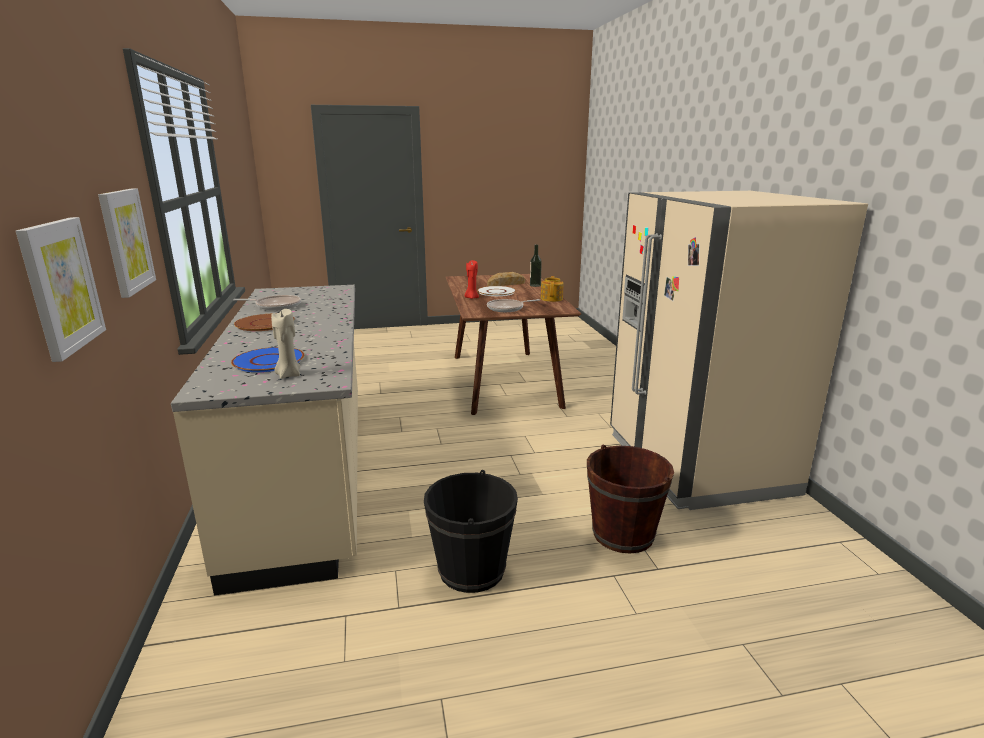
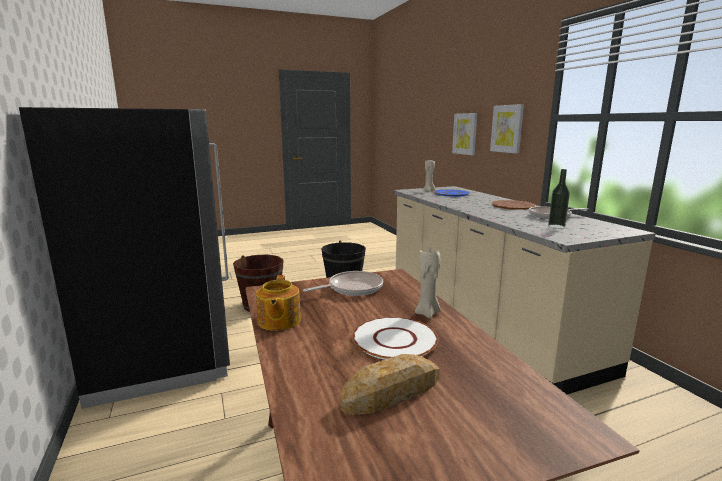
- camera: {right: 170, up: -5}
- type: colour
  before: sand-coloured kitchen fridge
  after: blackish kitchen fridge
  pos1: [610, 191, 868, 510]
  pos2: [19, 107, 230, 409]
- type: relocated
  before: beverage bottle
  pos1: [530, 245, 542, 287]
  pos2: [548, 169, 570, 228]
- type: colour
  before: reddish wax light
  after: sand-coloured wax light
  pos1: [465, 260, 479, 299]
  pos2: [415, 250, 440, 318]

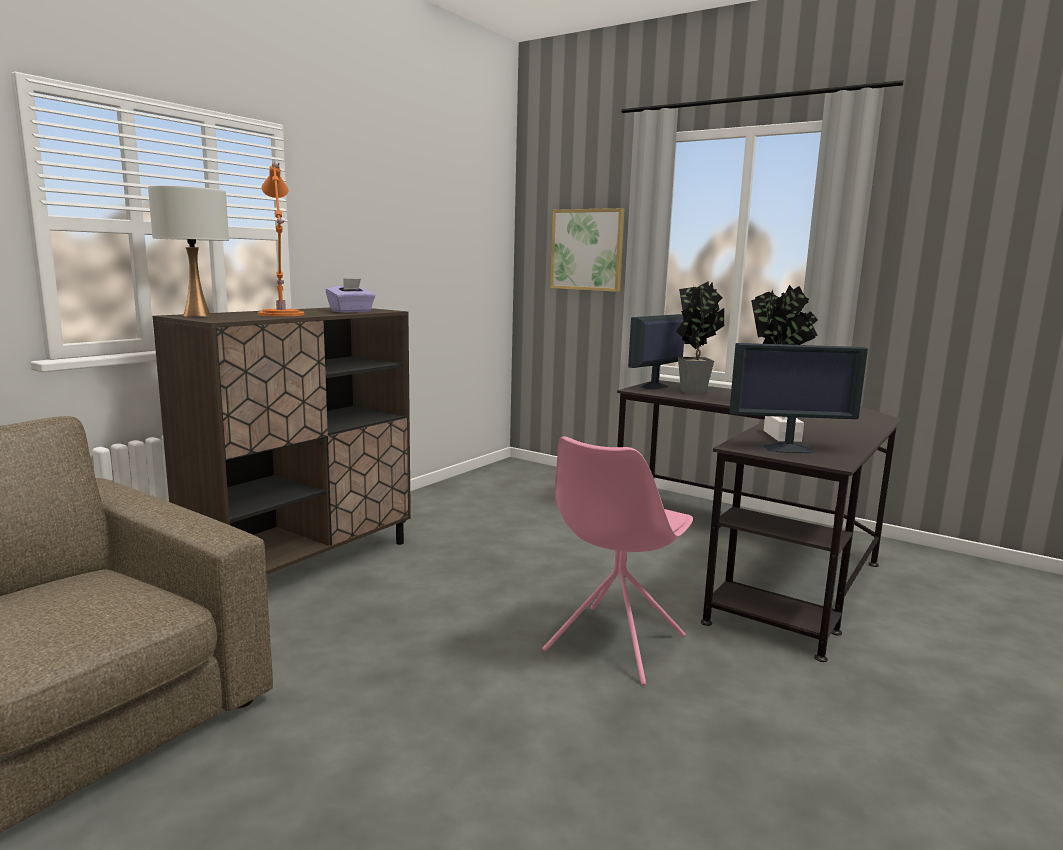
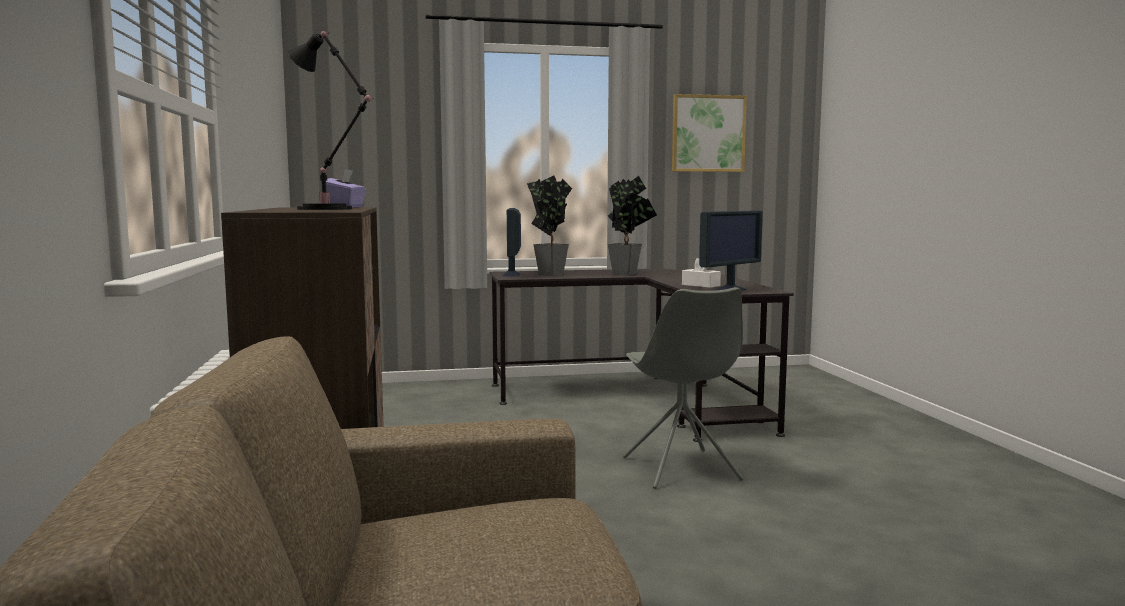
- camera: {right: -45, up: -5}
- type: colour
  before: orange lamp for a table
  after: blackish lamp for a table
  pos1: [258, 163, 304, 316]
  pos2: [288, 31, 375, 210]
- type: missing
  before: whitish lamp for a table
  pos1: [148, 185, 229, 317]
- type: relocated
  before: wall picture
  pos1: [550, 208, 624, 292]
  pos2: [672, 94, 747, 172]
- type: colour
  before: pink plain chair
  after: grey plain chair
  pos1: [542, 437, 693, 685]
  pos2: [623, 287, 744, 489]

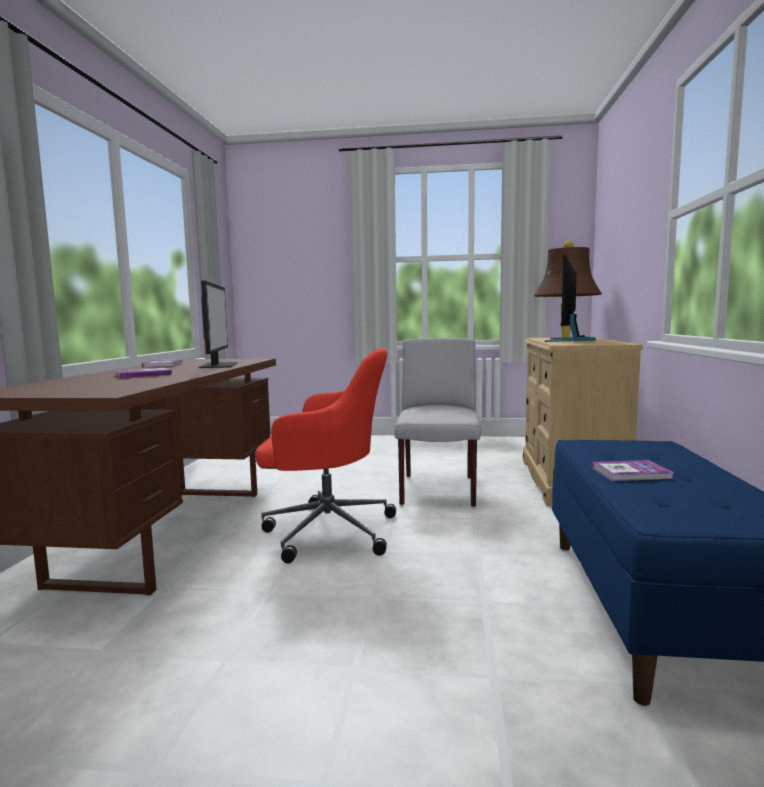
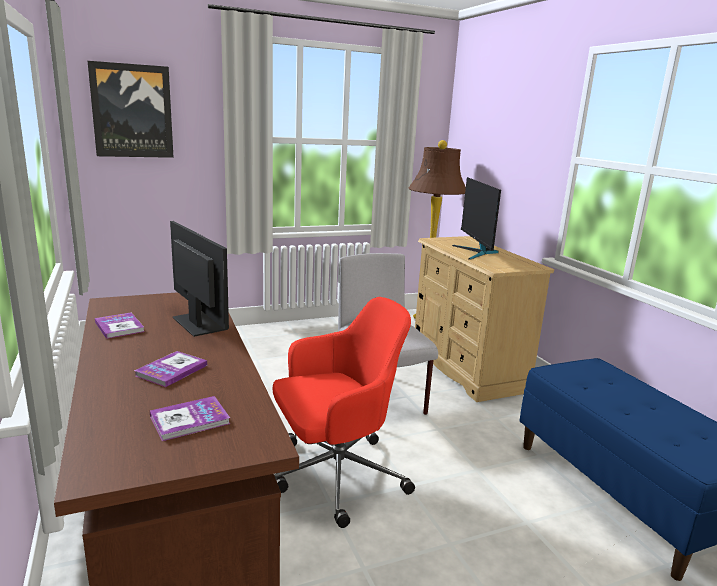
- camera: {right: -30, up: 10}
- type: relocated
  before: bound book
  pos1: [591, 460, 674, 481]
  pos2: [150, 396, 230, 441]
- type: appeared
  after: wall picture
  pos2: [88, 61, 174, 158]

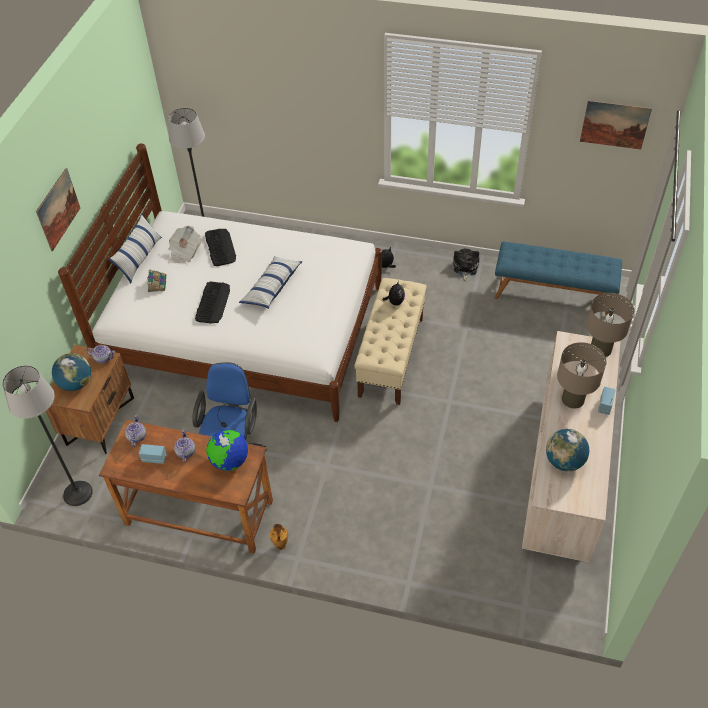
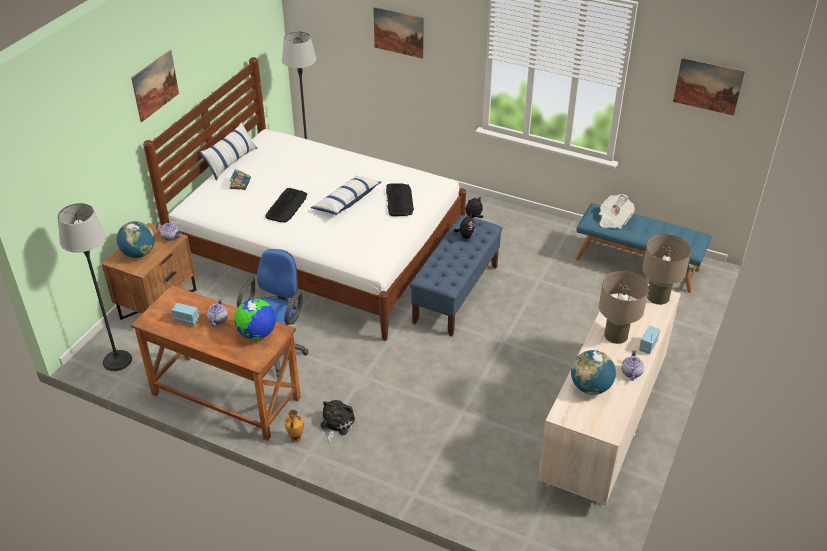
- camera: {right: 10, up: -10}
- type: relocated
  before: newspaper
  pos1: [168, 226, 201, 263]
  pos2: [599, 194, 635, 229]
- type: relocated
  before: keyboard
  pos1: [205, 229, 236, 266]
  pos2: [386, 184, 414, 216]
- type: relocated
  before: plush toy
  pos1: [453, 249, 479, 281]
  pos2: [320, 400, 355, 442]
- type: colour
  before: sand-coloured bench
  after: bluish bench
  pos1: [354, 278, 426, 405]
  pos2: [410, 215, 503, 336]
- type: relocated
  before: pot for tea
  pos1: [125, 415, 146, 447]
  pos2: [622, 349, 644, 381]
- type: appeared
  after: wall picture
  pos2: [373, 7, 424, 59]

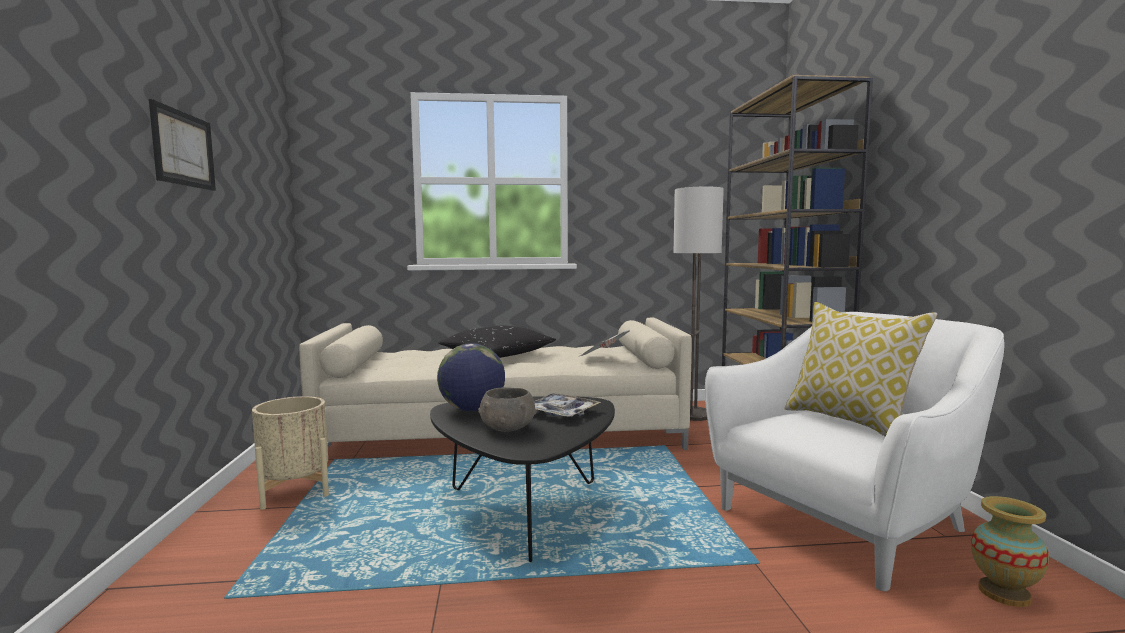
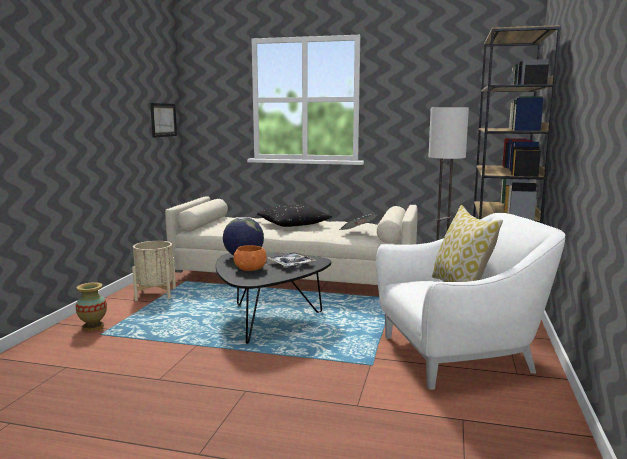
- camera: {right: 20, up: 5}
- type: relocated
  before: wall picture
  pos1: [149, 99, 216, 191]
  pos2: [150, 103, 177, 138]
- type: colour
  before: grey bowl
  after: orange bowl
  pos1: [478, 387, 536, 432]
  pos2: [233, 245, 267, 271]
- type: relocated
  before: flower vase
  pos1: [971, 496, 1049, 607]
  pos2: [76, 282, 107, 331]

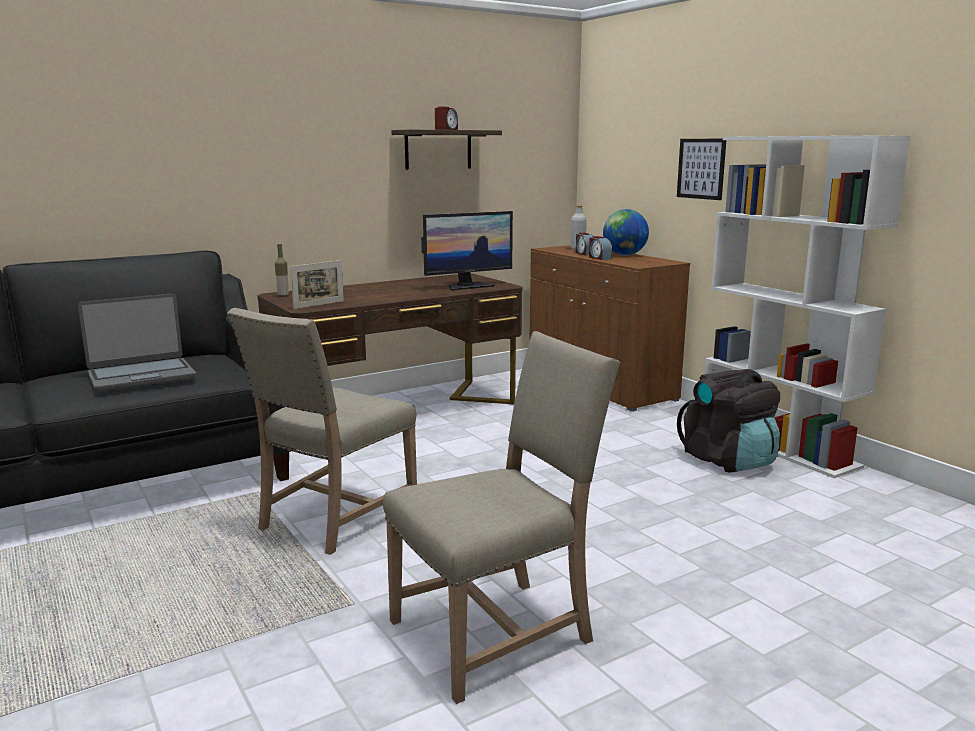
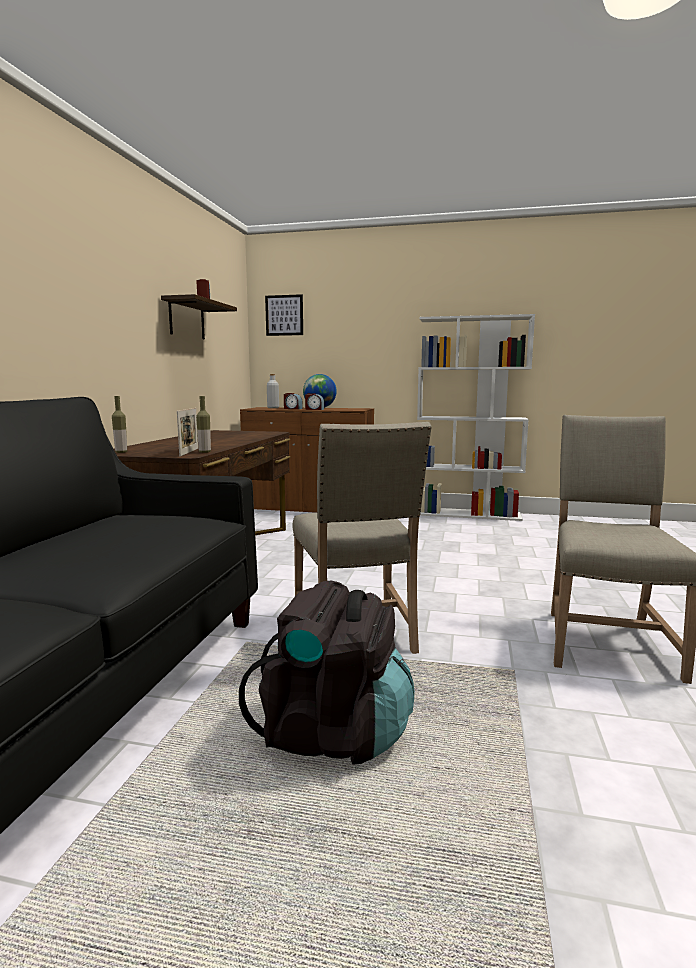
- camera: {right: -45, up: -5}
- type: relocated
  before: wall picture
  pos1: [677, 139, 726, 200]
  pos2: [265, 294, 303, 336]
- type: missing
  before: computer display
  pos1: [421, 211, 513, 290]
- type: missing
  before: portable computer
  pos1: [78, 293, 196, 392]
- type: relocated
  before: blackish backpack
  pos1: [677, 369, 780, 473]
  pos2: [239, 580, 415, 765]
- type: appeared
  after: beverage bottle
  pos2: [196, 396, 211, 453]

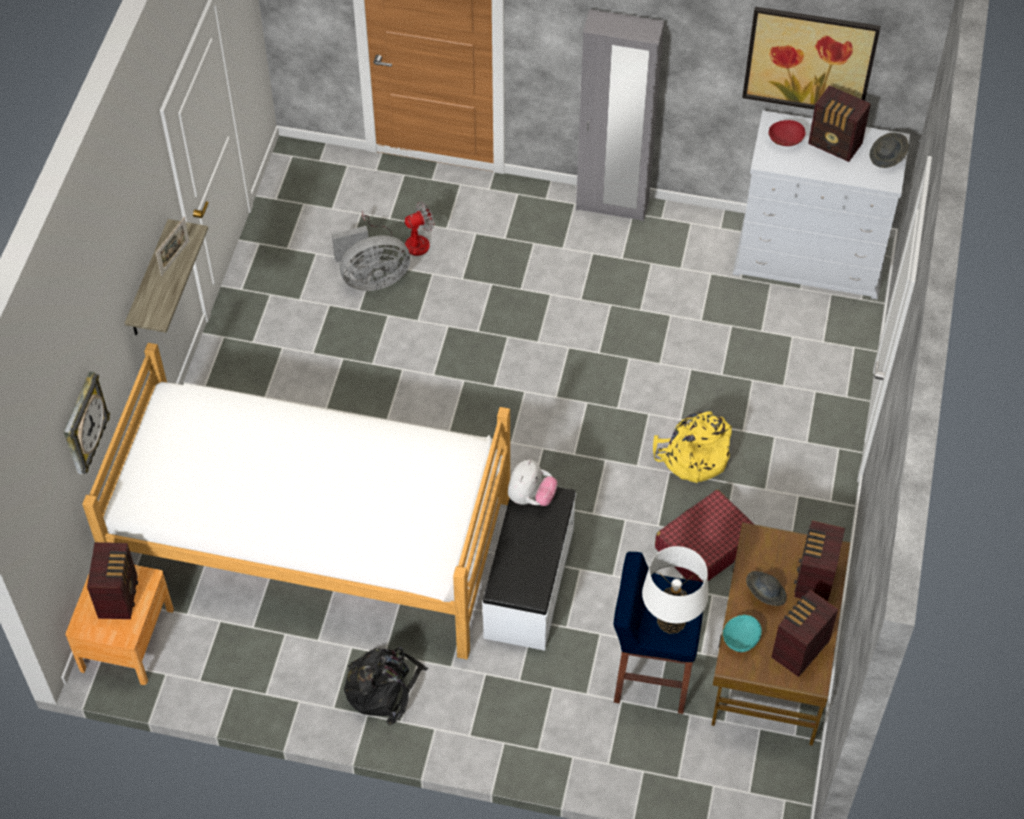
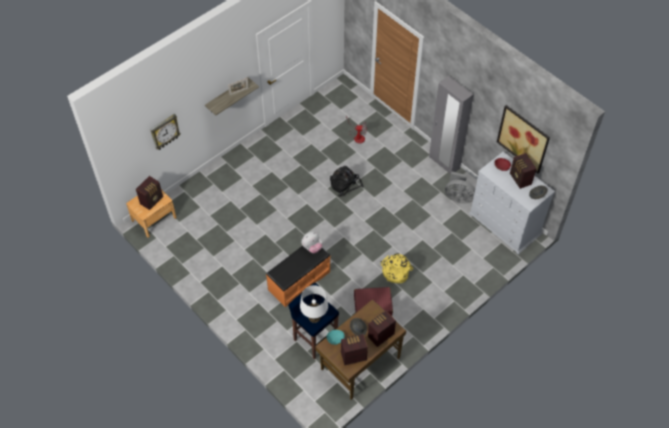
- camera: {right: 35, up: 0}
- type: relocated
  before: grey electric fan
  pos1: [332, 226, 410, 291]
  pos2: [445, 172, 475, 204]
- type: missing
  before: sleeping bed
  pos1: [82, 343, 510, 659]
- type: colour
  before: whitish bench
  after: orange bench
  pos1: [482, 487, 576, 651]
  pos2: [266, 246, 330, 307]
- type: relocated
  before: blackish backpack
  pos1: [344, 647, 428, 725]
  pos2: [330, 166, 364, 197]

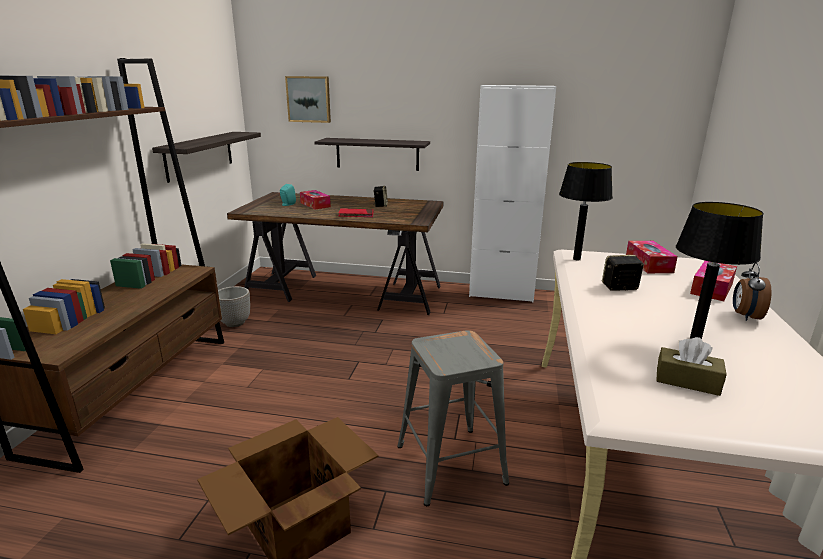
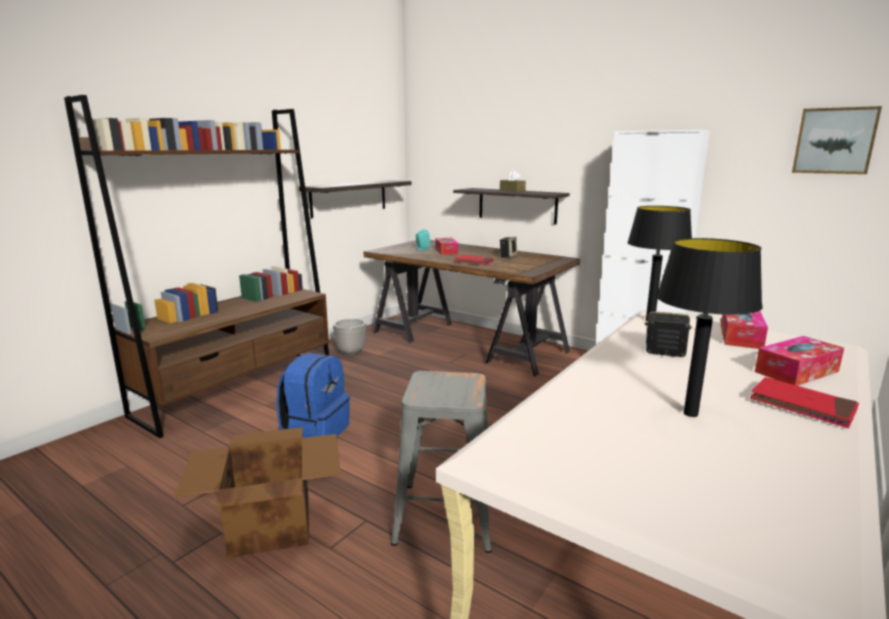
- camera: {right: 25, up: -5}
- type: relocated
  before: wall picture
  pos1: [285, 76, 331, 123]
  pos2: [792, 106, 882, 174]
- type: exchanged
  before: bedside clock
  after: reddish bound book
  pos1: [733, 263, 772, 321]
  pos2: [750, 377, 859, 428]
- type: relocated
  before: brown tissue holder
  pos1: [656, 337, 727, 396]
  pos2: [500, 170, 526, 192]
- type: appeared
  after: bluish backpack
  pos2: [276, 353, 350, 438]

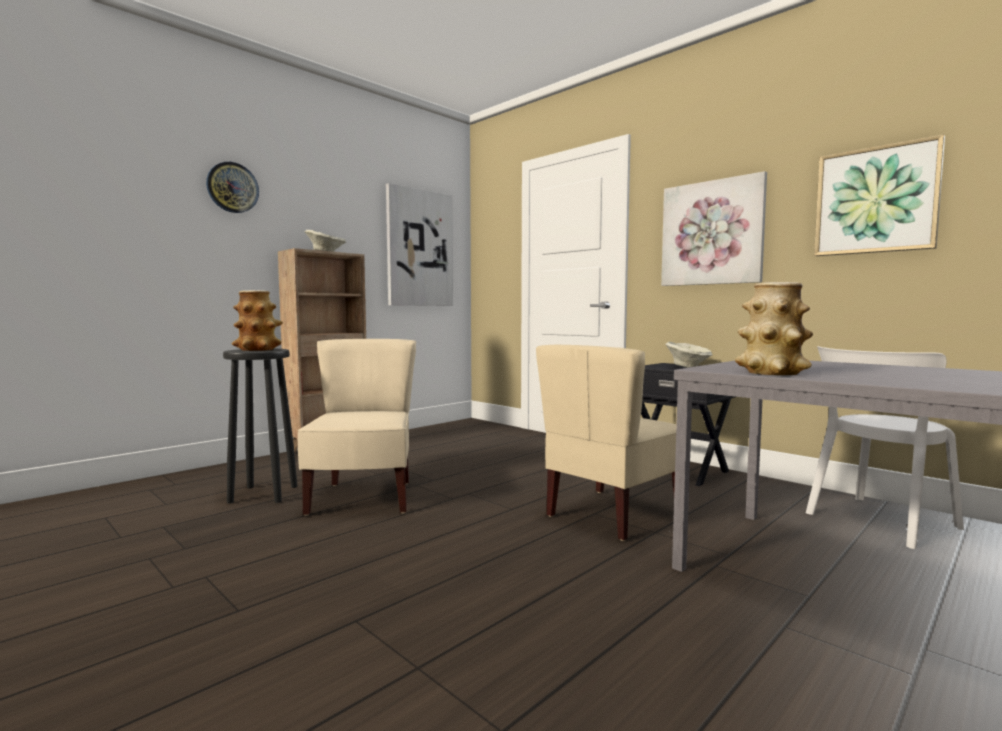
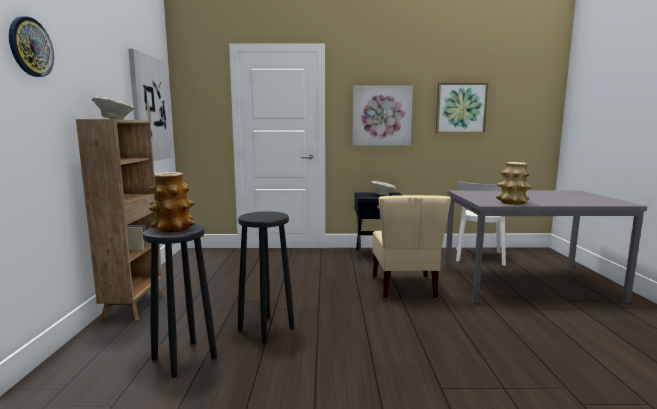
- camera: {right: -45, up: 5}
- type: exchanged
  before: sand-coloured plain chair
  after: blackish stool seat
  pos1: [298, 339, 416, 516]
  pos2: [238, 211, 294, 344]

